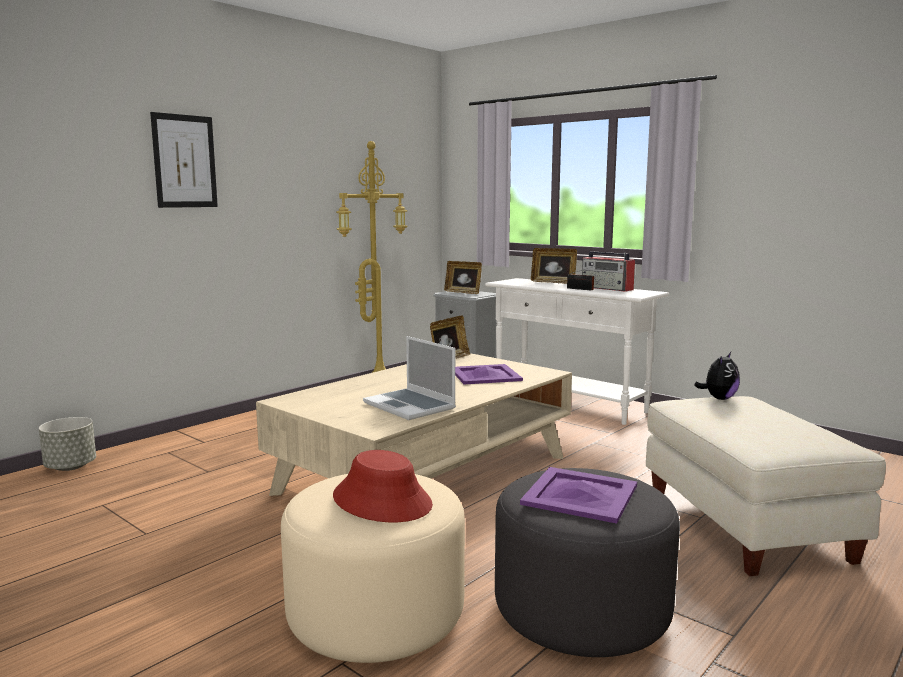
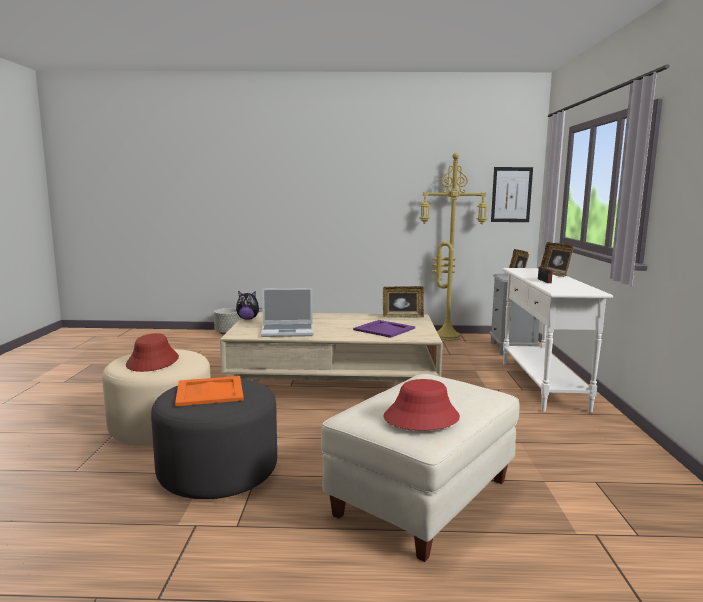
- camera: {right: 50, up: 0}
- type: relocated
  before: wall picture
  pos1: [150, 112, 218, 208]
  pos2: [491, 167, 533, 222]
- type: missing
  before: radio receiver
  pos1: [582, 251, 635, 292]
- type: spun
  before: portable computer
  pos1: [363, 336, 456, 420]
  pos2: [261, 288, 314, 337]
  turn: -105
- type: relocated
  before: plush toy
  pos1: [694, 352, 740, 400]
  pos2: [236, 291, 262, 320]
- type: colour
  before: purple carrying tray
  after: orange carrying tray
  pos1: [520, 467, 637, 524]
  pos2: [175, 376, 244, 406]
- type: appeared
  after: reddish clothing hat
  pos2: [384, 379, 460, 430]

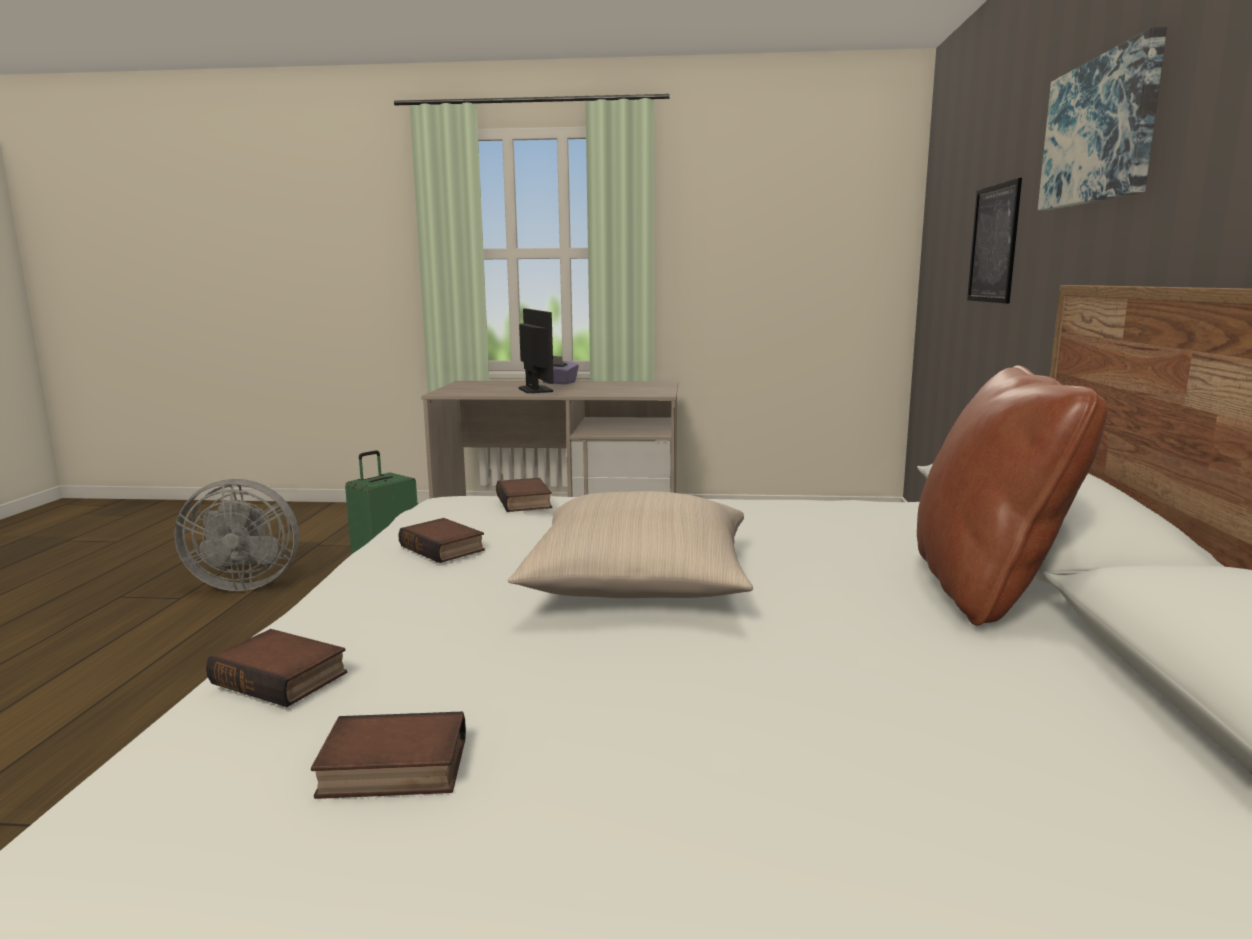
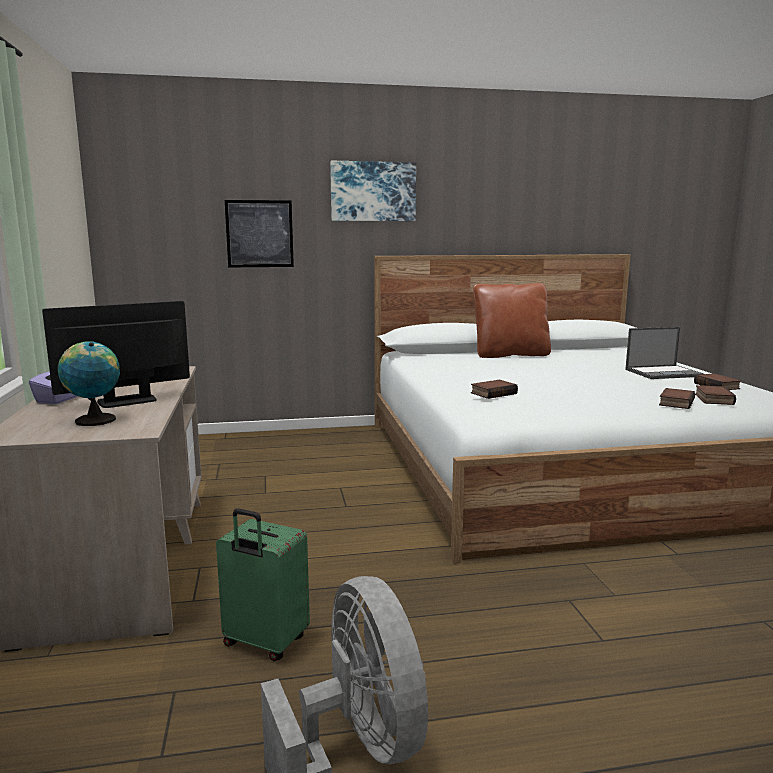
- camera: {right: -105, up: 0}
- type: missing
  before: sand-coloured cushion
  pos1: [508, 491, 753, 598]
- type: relocated
  before: bound book
  pos1: [398, 518, 485, 563]
  pos2: [659, 388, 695, 409]
- type: appeared
  after: portable computer
  pos2: [625, 327, 704, 379]
- type: appeared
  after: world globe
  pos2: [58, 341, 120, 426]

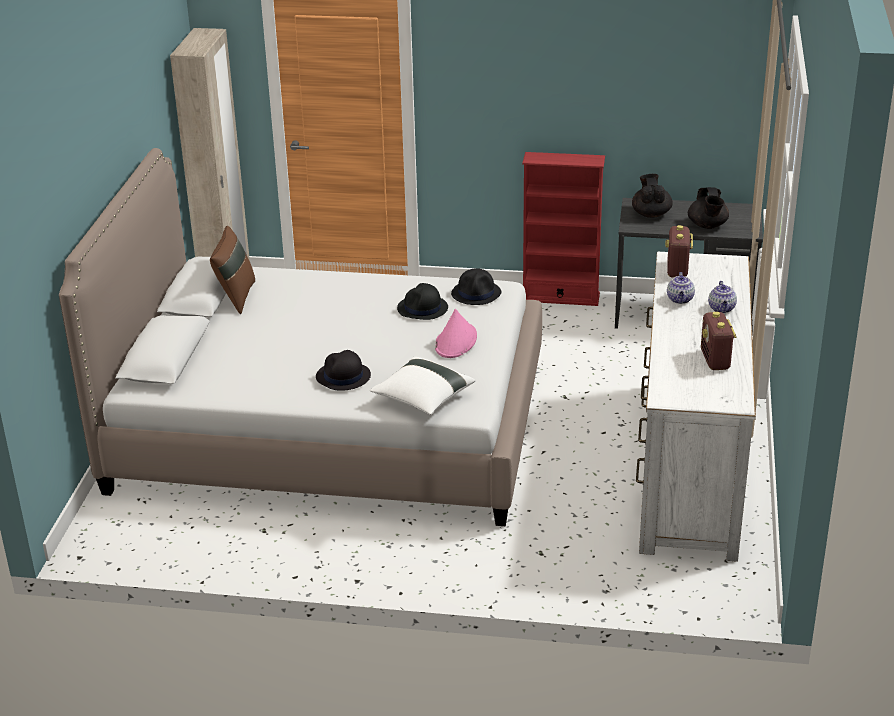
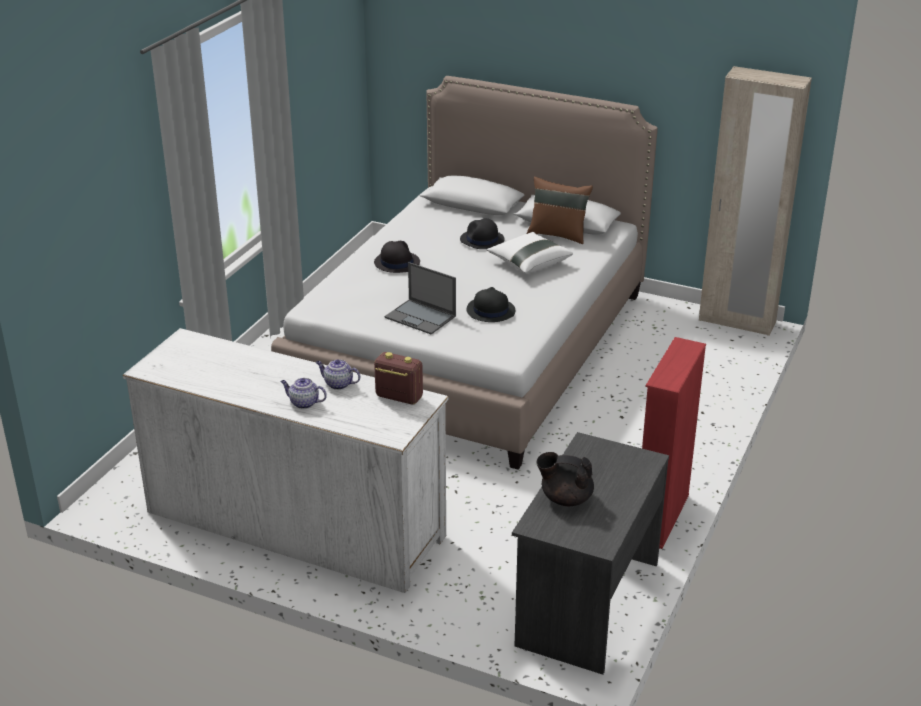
- camera: {right: 105, up: 0}
- type: missing
  before: blackish pot for tea
  pos1: [632, 174, 673, 218]
- type: relocated
  before: blackish clothing hat
  pos1: [451, 268, 501, 305]
  pos2: [460, 218, 505, 249]
- type: exchanged
  before: pink clothing hat
  after: portable computer
  pos1: [435, 309, 477, 358]
  pos2: [385, 262, 456, 335]
- type: missing
  before: radio receiver
  pos1: [701, 312, 737, 370]
- type: relocated
  before: whitish cushion
  pos1: [370, 357, 475, 415]
  pos2: [486, 232, 573, 274]

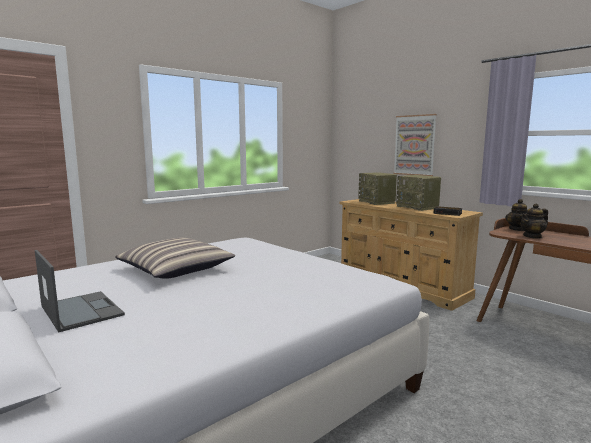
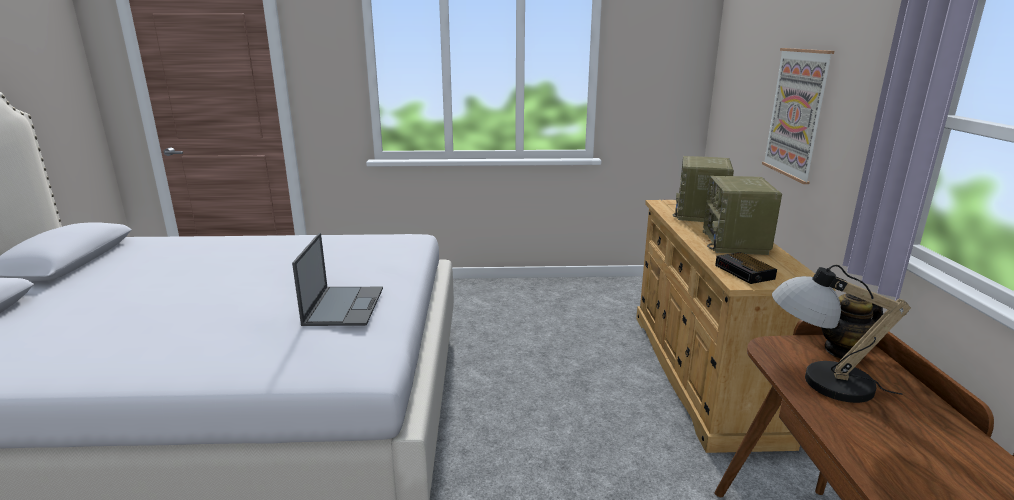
- camera: {right: 40, up: 10}
- type: exchanged
  before: pot for tea
  after: lamp for a table
  pos1: [521, 203, 548, 239]
  pos2: [772, 265, 911, 403]
- type: missing
  before: cushion
  pos1: [115, 238, 235, 279]
- type: relocated
  before: portable computer
  pos1: [35, 250, 125, 333]
  pos2: [292, 233, 383, 326]

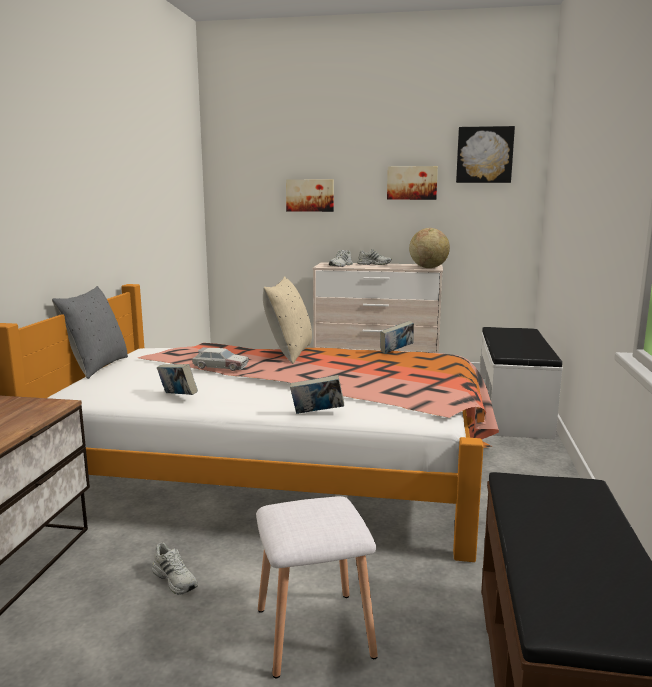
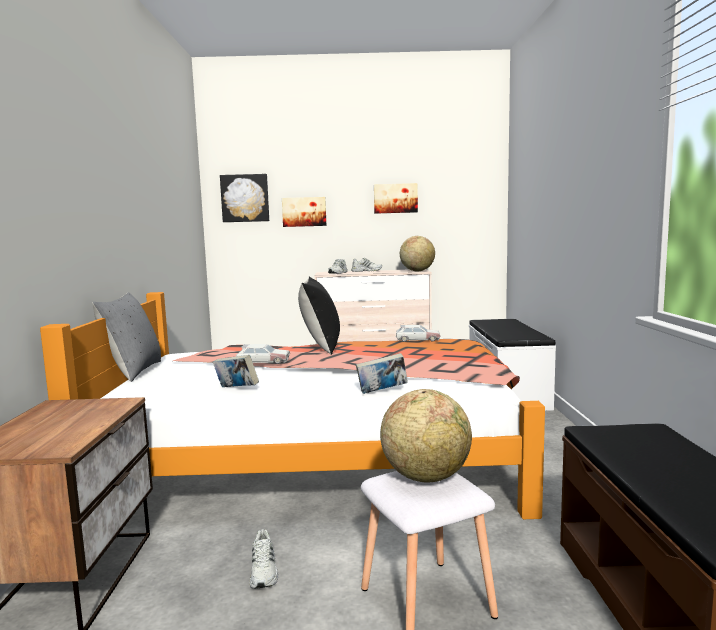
- camera: {right: -10, up: -5}
- type: relocated
  before: wall picture
  pos1: [456, 126, 515, 183]
  pos2: [220, 174, 269, 222]
- type: colour
  before: sand-coloured cushion
  after: blackish cushion
  pos1: [263, 276, 312, 364]
  pos2: [298, 277, 340, 355]
- type: exchanged
  before: bound book
  after: miniature car
  pos1: [380, 321, 414, 354]
  pos2: [395, 325, 441, 342]
- type: spun
  before: whitish item of footwear
  pos1: [152, 543, 198, 595]
  pos2: [250, 529, 278, 589]
  turn: 45
- type: appeared
  after: world globe
  pos2: [380, 389, 472, 482]

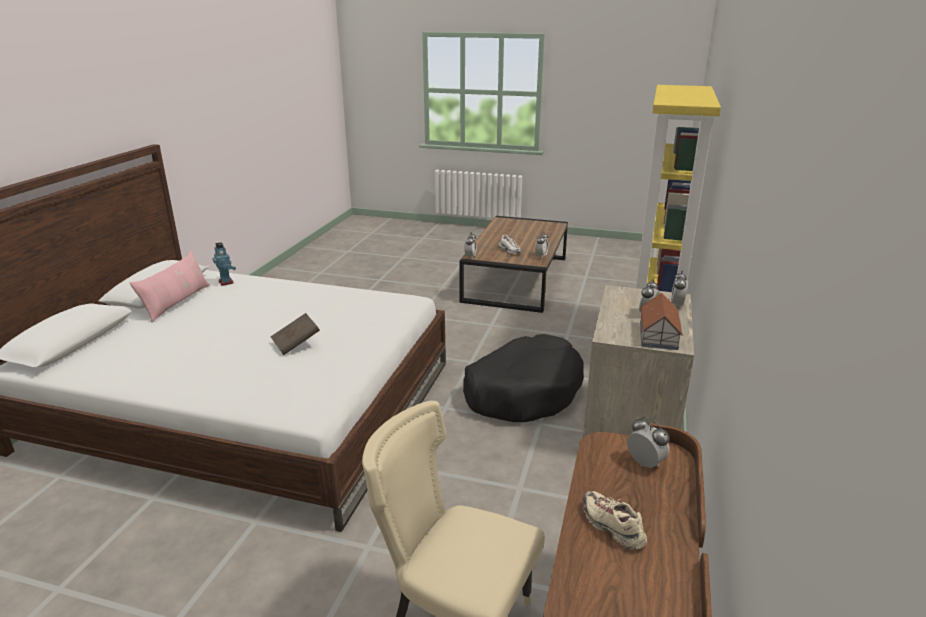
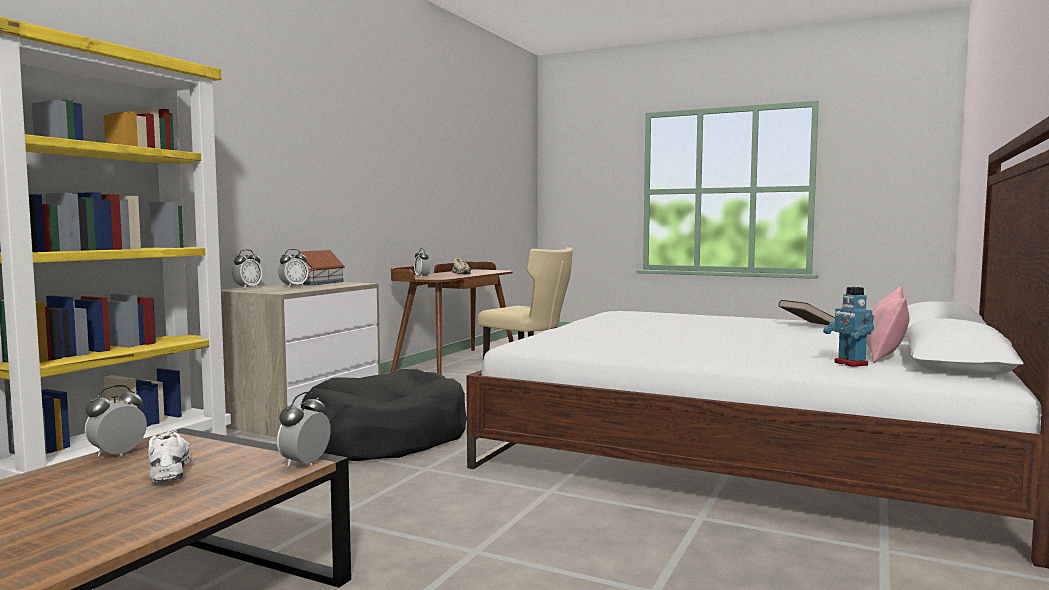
- camera: {right: -170, up: -20}
- type: relocated
  before: brown bound book
  pos1: [271, 313, 320, 355]
  pos2: [778, 300, 835, 325]

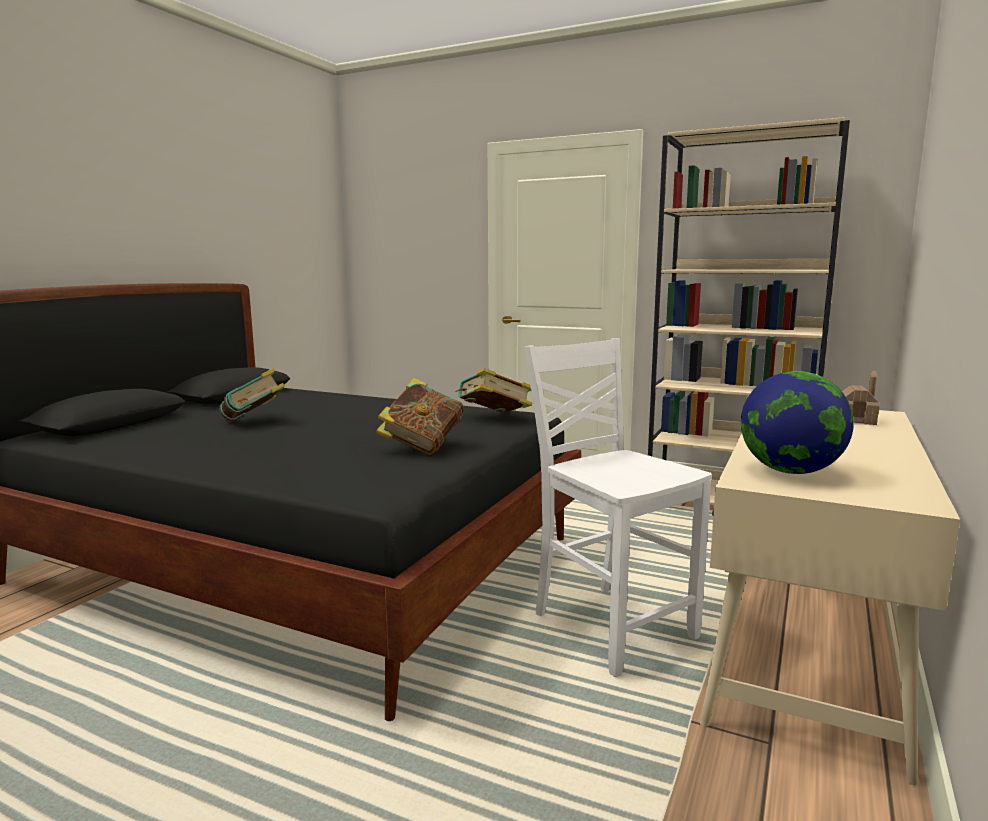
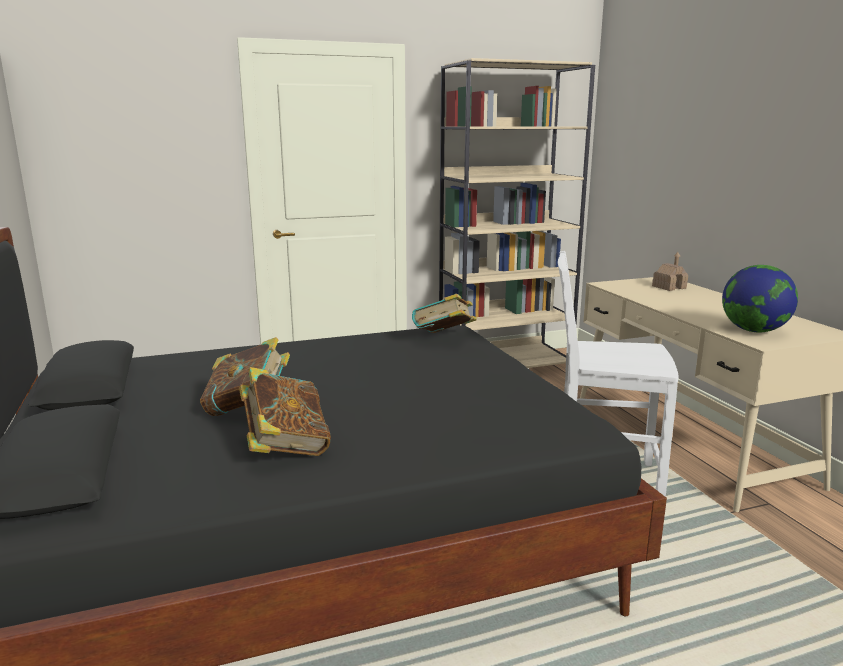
- camera: {right: -45, up: 5}
- type: relocated
  before: bound book
  pos1: [376, 378, 464, 455]
  pos2: [239, 367, 331, 456]

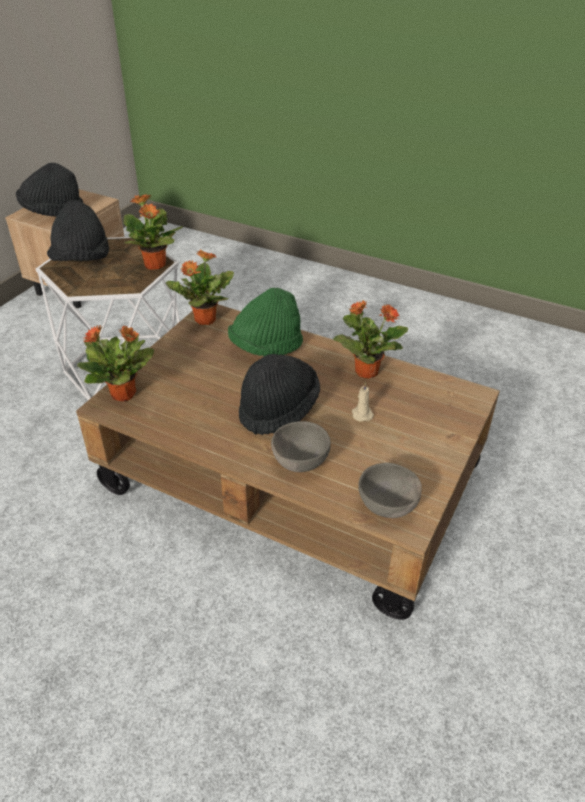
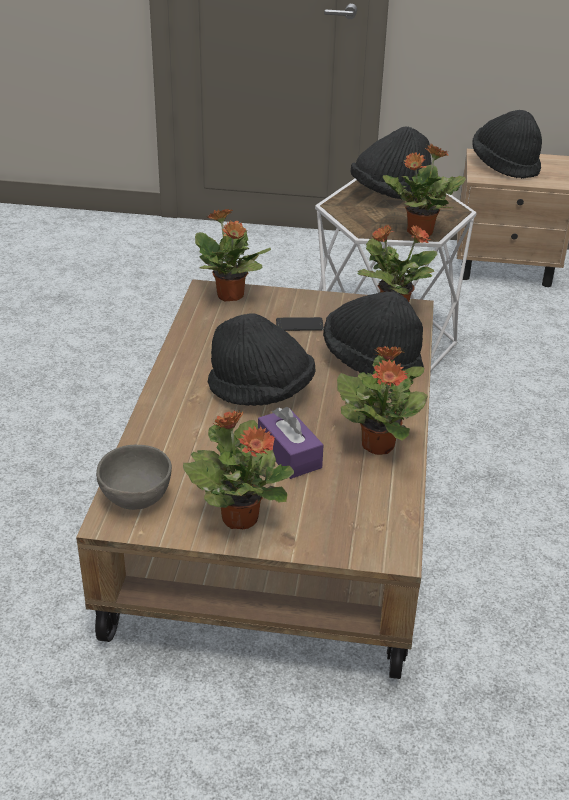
- camera: {right: 70, up: -5}
- type: colour
  before: greenish clothing hat
  after: blackish clothing hat
  pos1: [228, 288, 303, 356]
  pos2: [323, 291, 424, 374]
- type: exchanged
  before: sand-coloured wax light
  after: purple tissue holder
  pos1: [352, 382, 374, 422]
  pos2: [258, 407, 324, 479]
- type: missing
  before: grey bowl
  pos1: [271, 421, 331, 472]
- type: appeared
  after: handset
  pos2: [276, 317, 324, 331]
- type: appeared
  after: potted plant
  pos2: [183, 410, 294, 529]

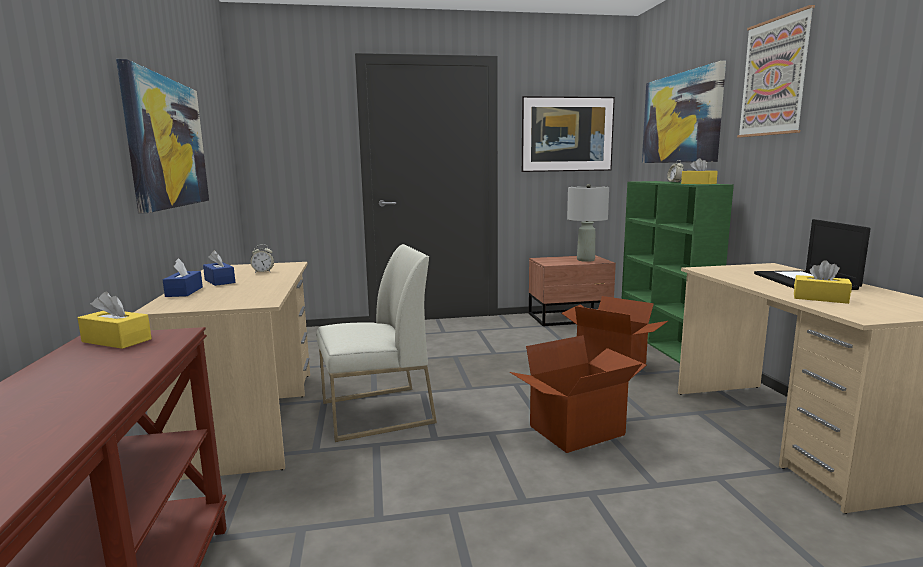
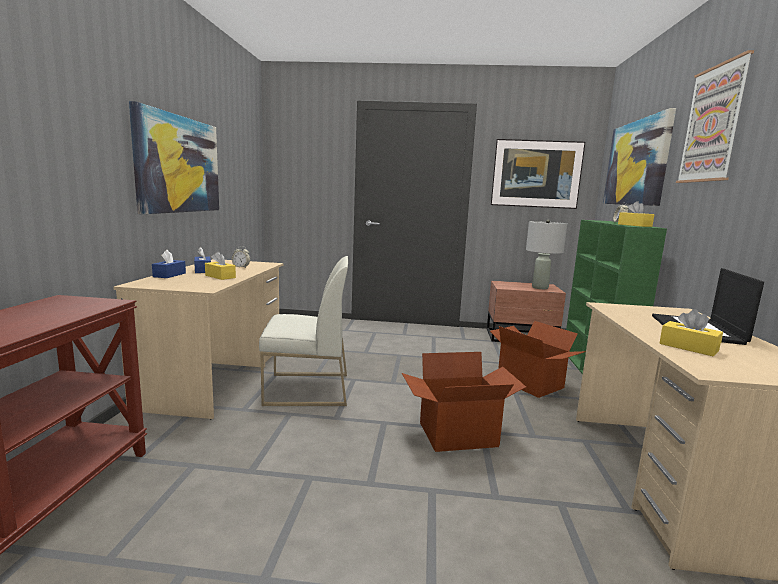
- camera: {right: 15, up: 0}
- type: relocated
  before: yellowish tissue holder
  pos1: [78, 292, 152, 349]
  pos2: [205, 252, 236, 280]

